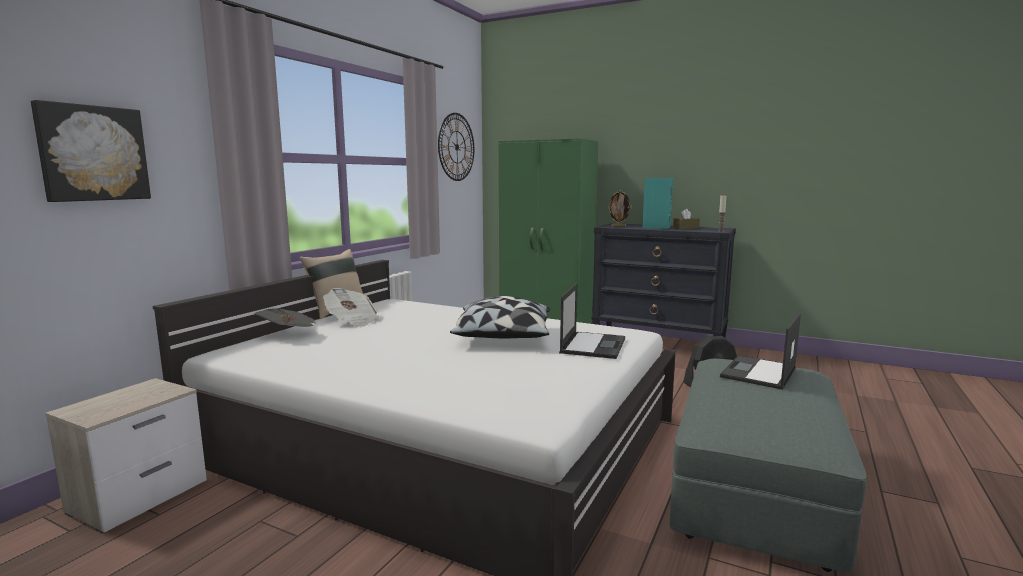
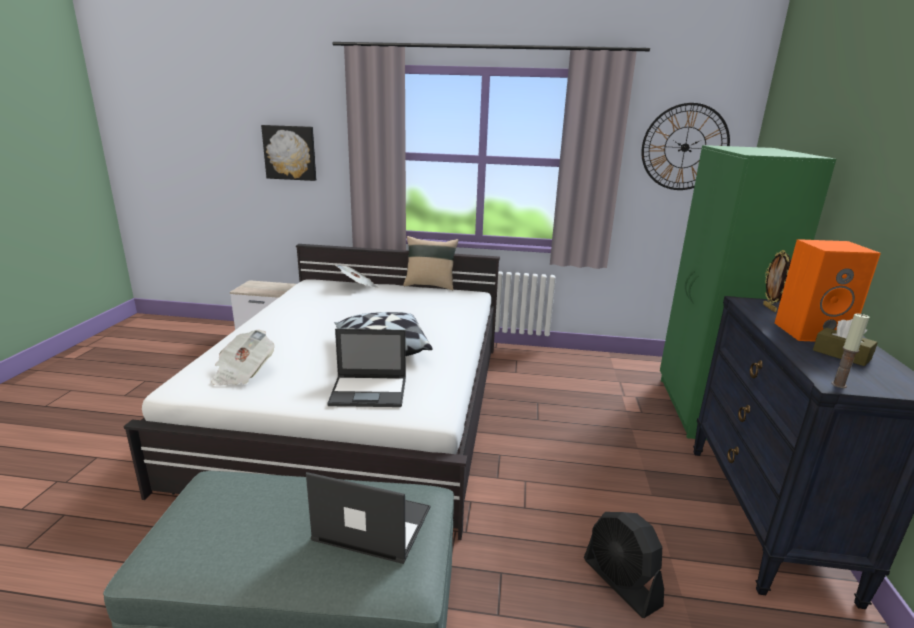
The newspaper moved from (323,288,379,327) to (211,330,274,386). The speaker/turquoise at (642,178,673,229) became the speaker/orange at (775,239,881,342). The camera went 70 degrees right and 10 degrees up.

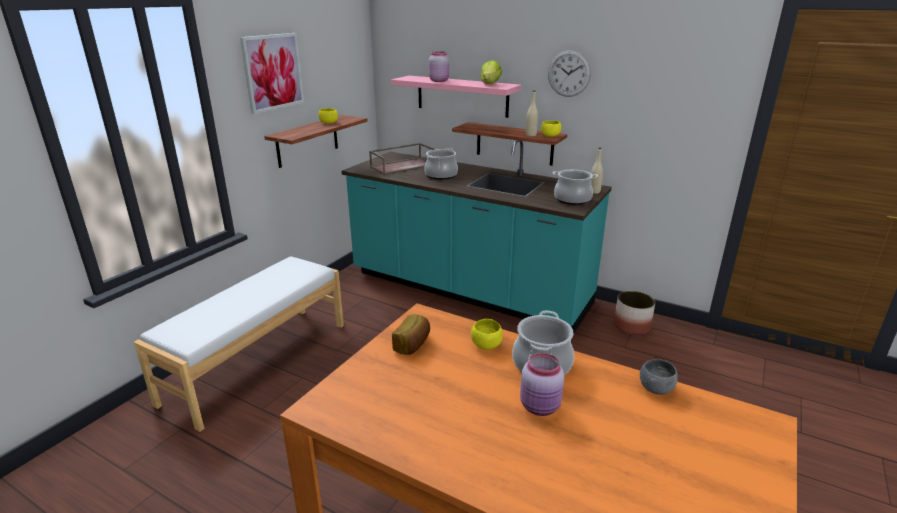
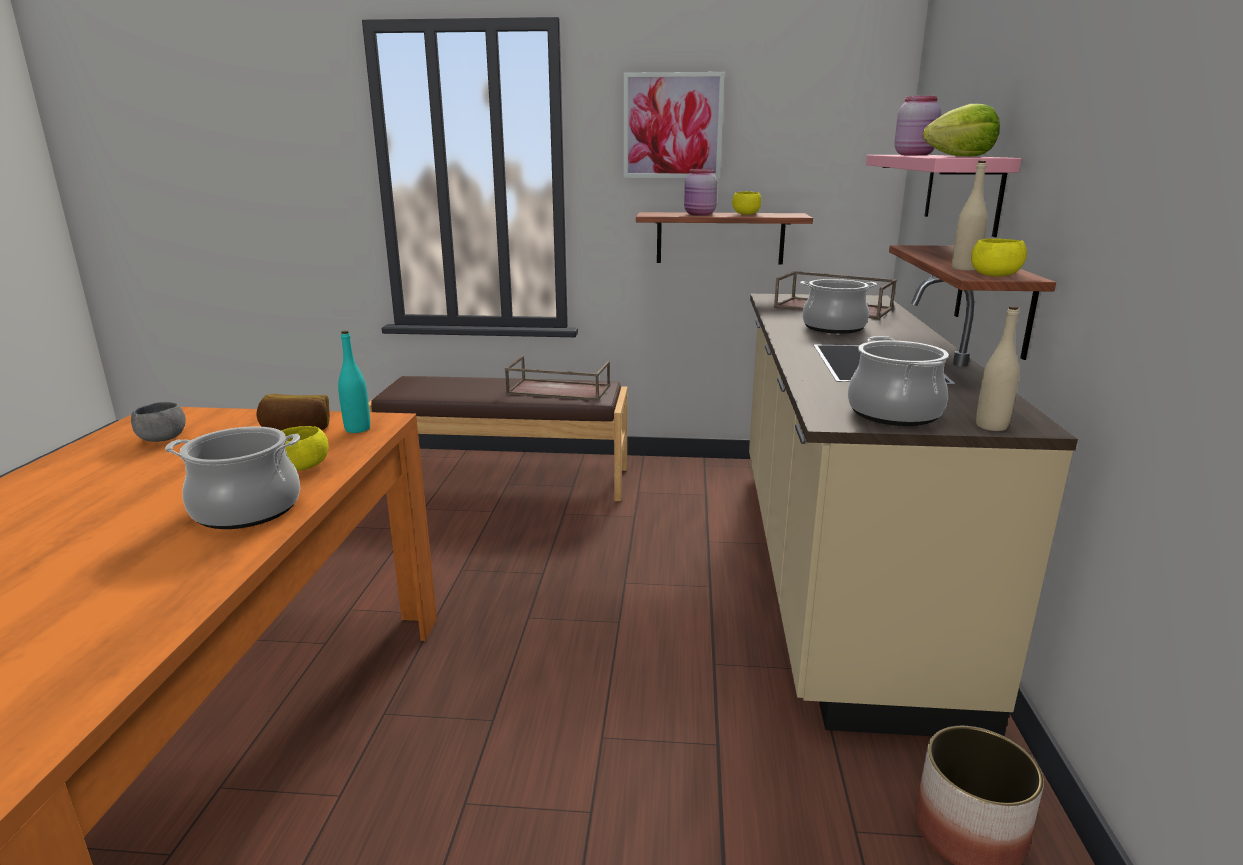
The bowl/grey moved from (640,359,678,395) to (131,402,186,442). The bottle/turquoise at (338,331,370,433) appeared. The bench/white at (134,256,344,432) became the bench/brown at (368,376,627,501). The tray/brown at (505,356,610,401) appeared. The jar/pink moved from (520,353,564,416) to (684,169,717,216). The counter/turquoise at (341,140,612,334) became the counter/beige at (749,276,1078,736). The wall clock at (548,50,591,97) disappeared. The camera went 65 degrees right and 5 degrees down.

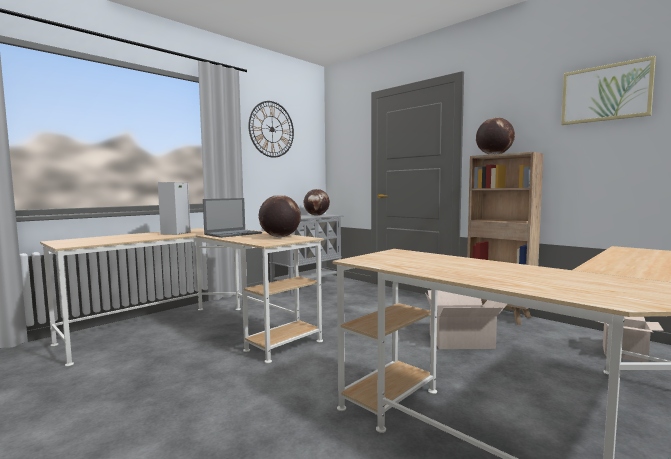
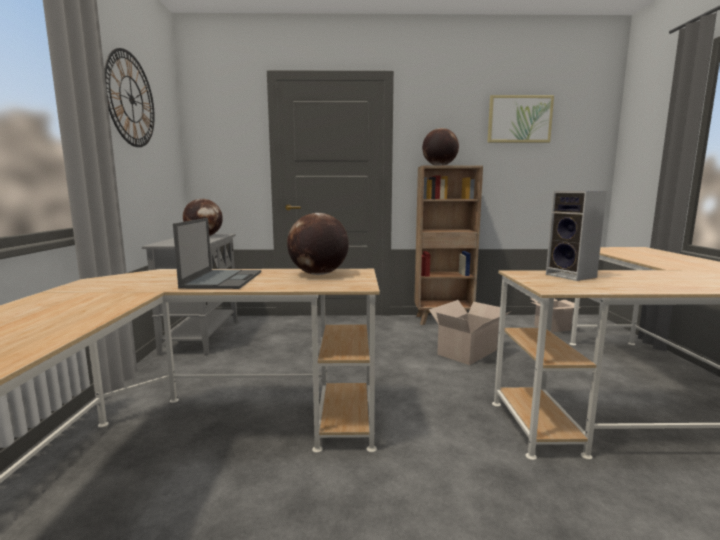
The speaker moved from (158,182,191,235) to (546,191,607,281). The camera went 45 degrees left and 5 degrees up.

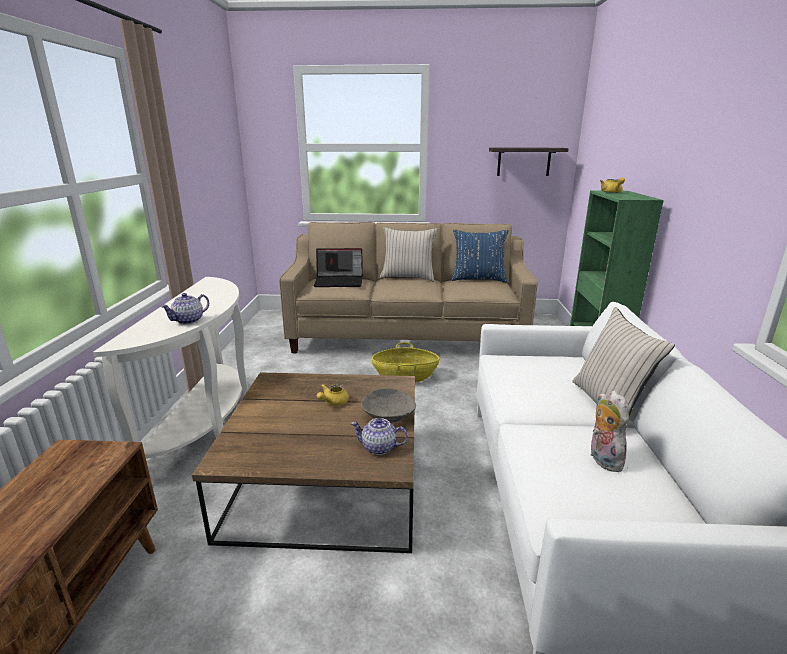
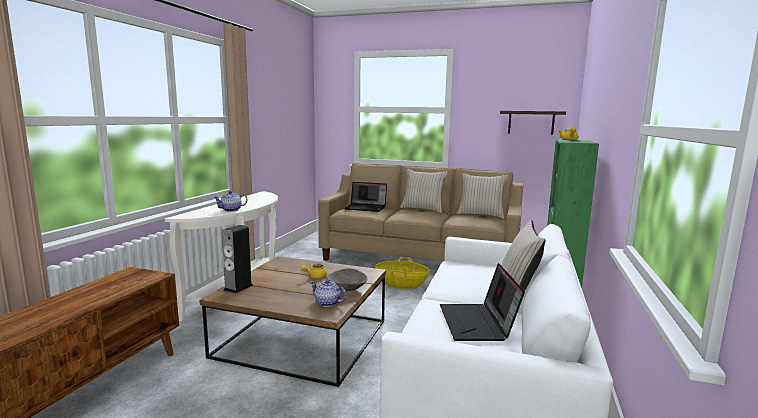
The speaker at (222,225,253,294) appeared. The plush toy at (591,390,629,472) was replaced by the laptop at (440,263,525,341). The pillow/blue at (451,230,509,283) became the pillow/beige at (457,173,508,219). The camera went 15 degrees right and 10 degrees down.

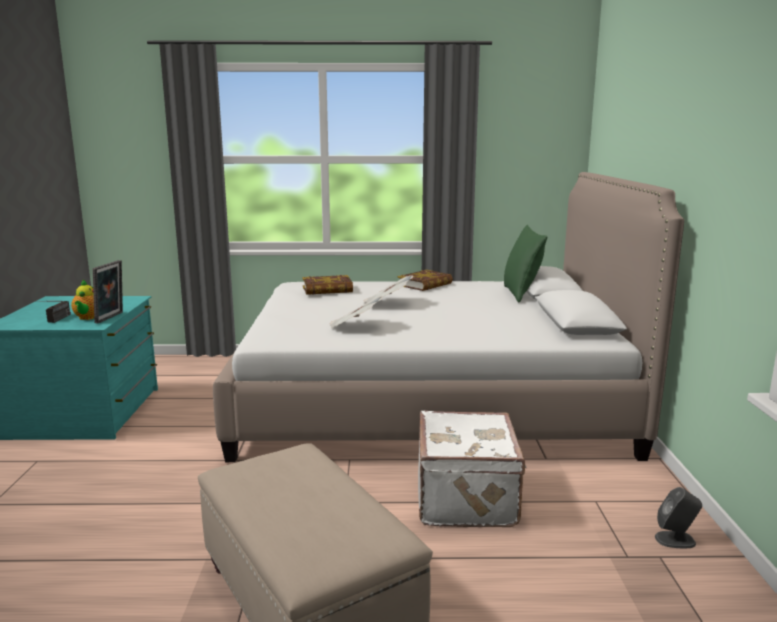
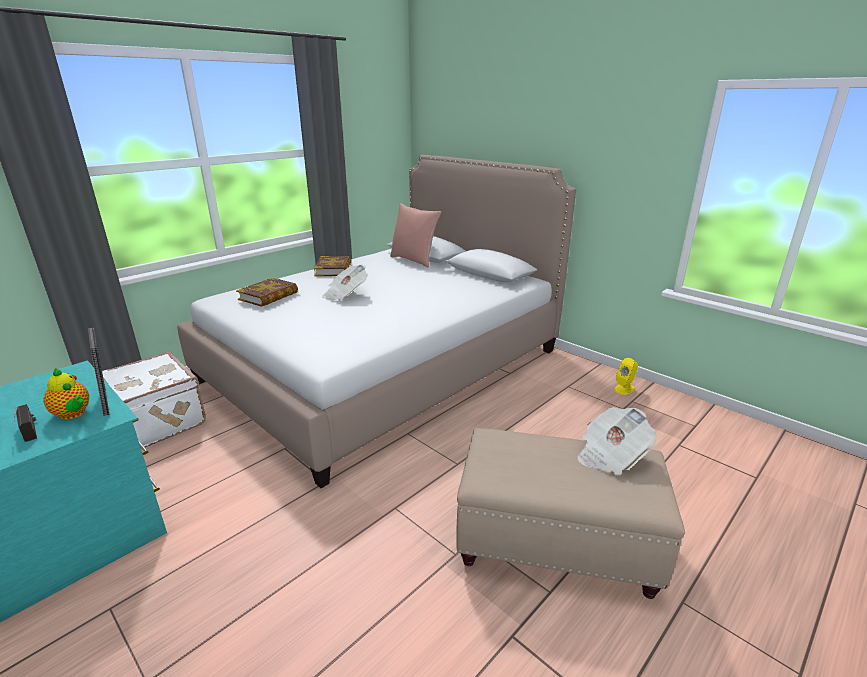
The suitcase/white moved from (418,411,526,527) to (102,352,206,449). The pillow/green at (504,225,547,302) became the pillow/pink at (390,203,441,267). The newspaper moved from (330,296,383,328) to (577,407,657,476). The speaker/grey at (655,487,702,548) became the speaker/yellow at (614,358,638,395). The camera went 45 degrees left and 10 degrees up.

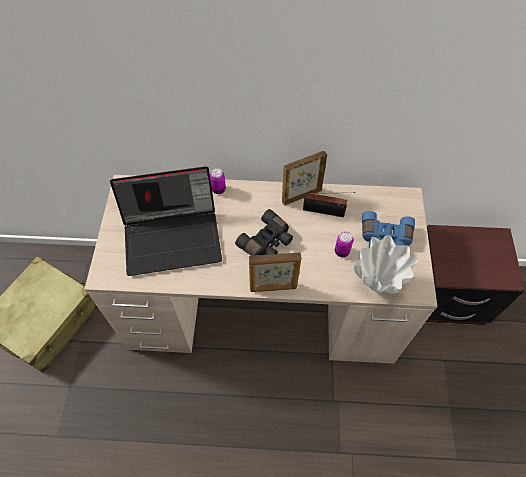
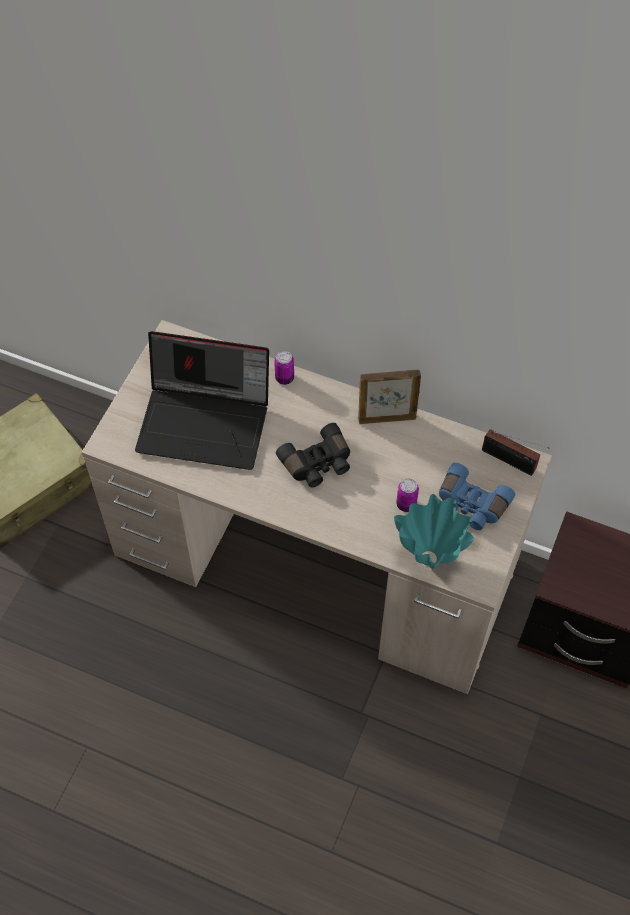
The vase/white at (353,235,418,294) became the vase/turquoise at (394,494,474,569). The radio moved from (303,192,355,217) to (482,429,549,476). The picture frame at (249,252,302,292) disappeared. The camera went 20 degrees right and 0 degrees up.

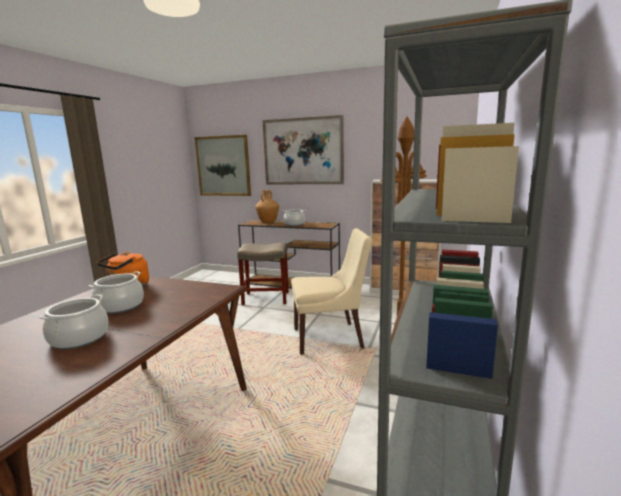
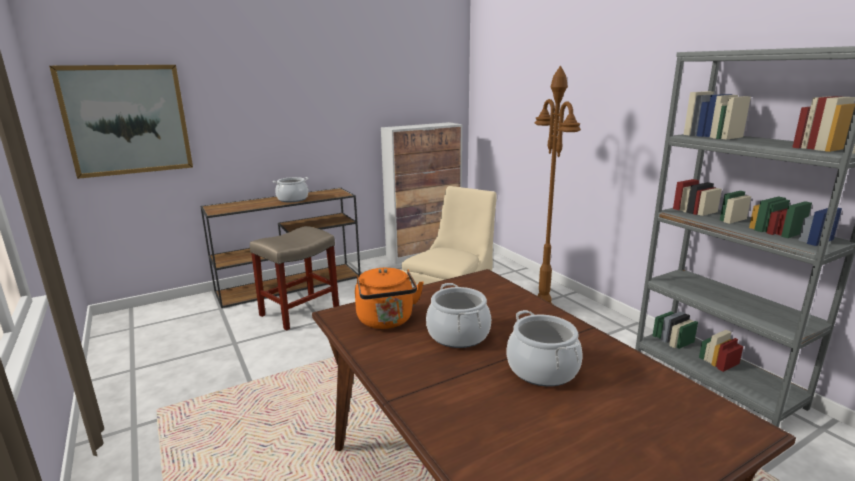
The vase/brown at (255,190,279,223) disappeared. The picture at (263,115,344,184) disappeared. The camera went 50 degrees left and 5 degrees up.

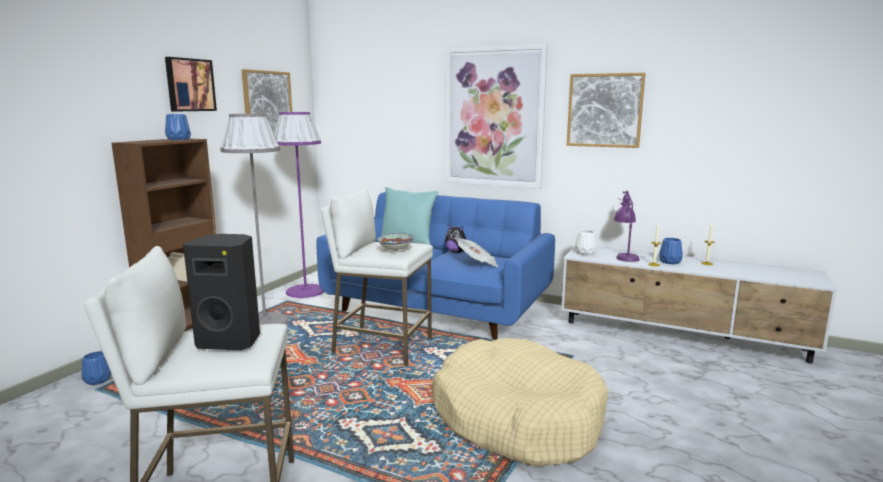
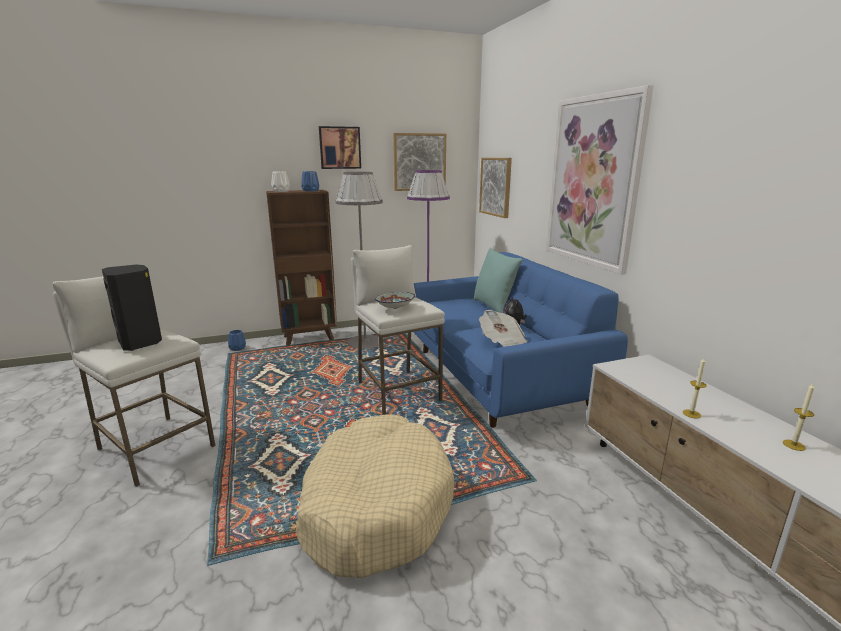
The vase/white moved from (575,230,596,255) to (271,171,290,192). The picture moved from (567,73,646,148) to (479,158,512,218). The table lamp/purple at (614,191,640,262) disappeared. The vase/blue at (659,238,683,264) disappeared. The camera went 45 degrees right and 5 degrees up.

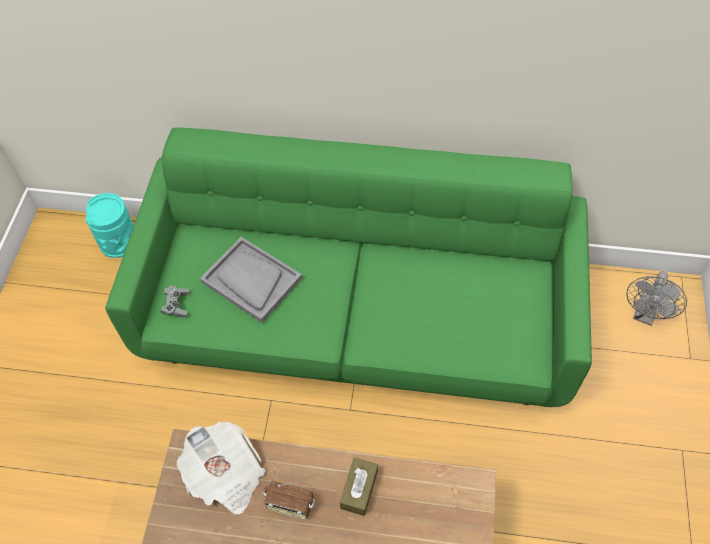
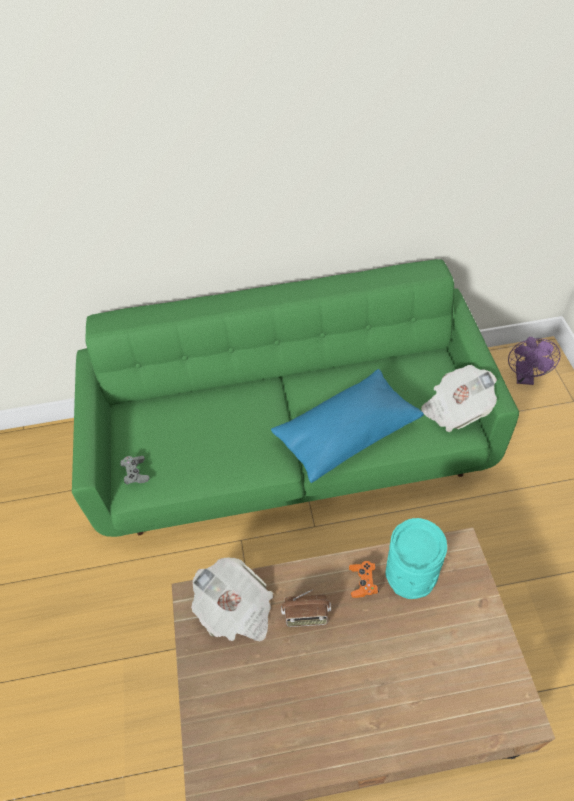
The pillow/blue at (271,369,424,483) appeared. The tissue box/brown at (340,458,378,516) was replaced by the game controller/orange at (349,561,379,598). The vase/turquoise moved from (85,193,134,258) to (386,518,447,599). The newspaper at (421,365,497,432) appeared. The fan/grey at (626,271,687,326) became the fan/purple at (508,337,560,385). The tray/grey at (200,237,302,323) disappeared. The camera went 15 degrees left and 5 degrees down.

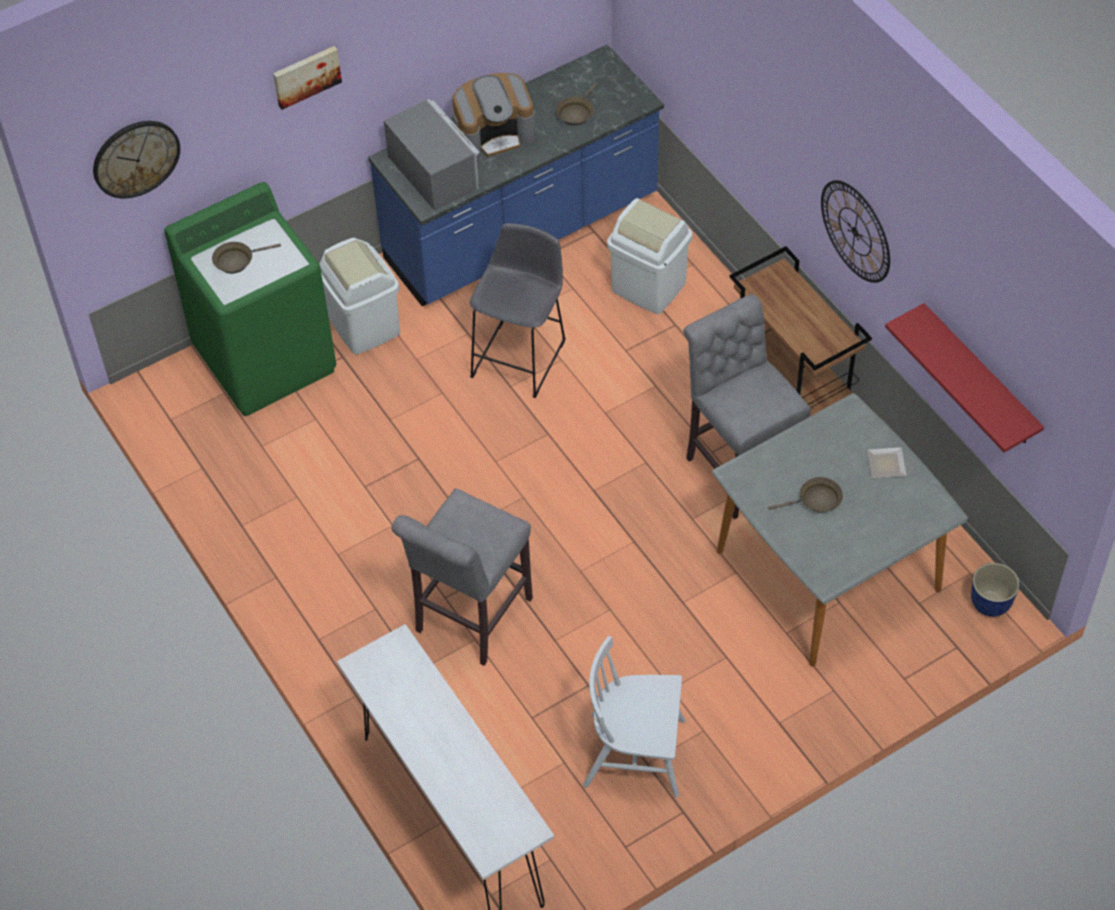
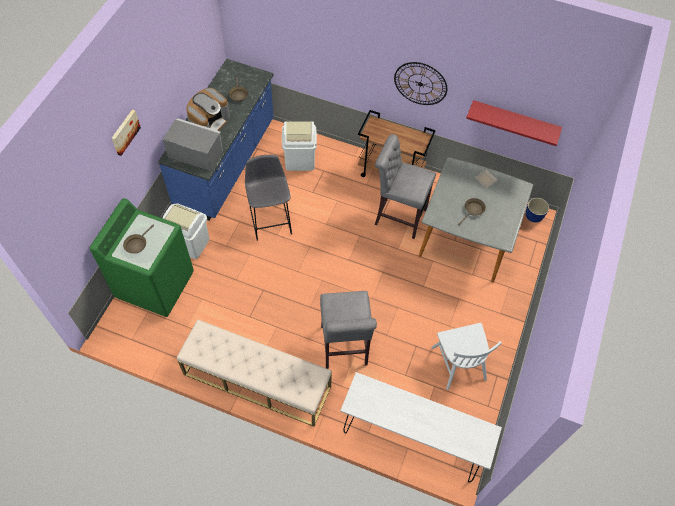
The bench/beige at (177,320,332,427) appeared. The chair/white at (583,636,686,797) turned 75 degrees counterclockwise. The wall clock at (93,121,180,198) disappeared. The camera went 40 degrees left and 5 degrees up.

